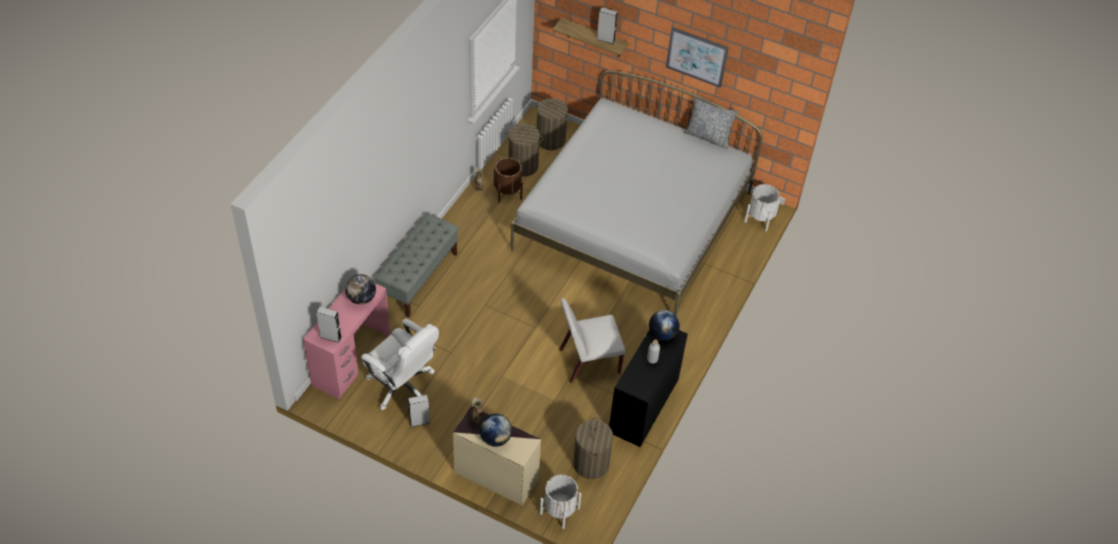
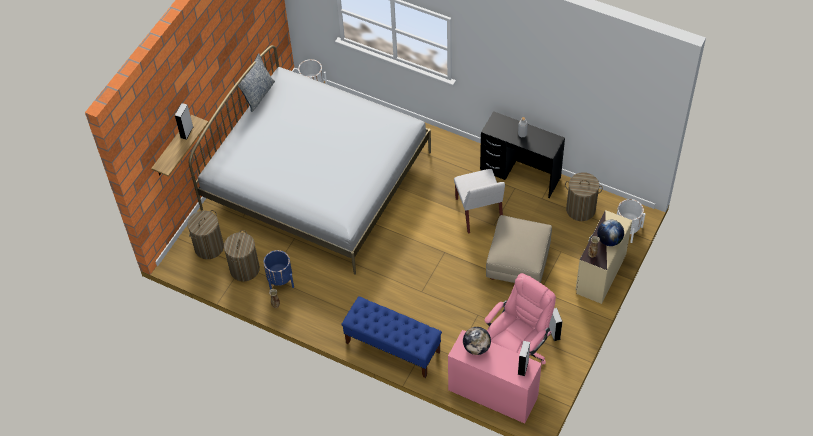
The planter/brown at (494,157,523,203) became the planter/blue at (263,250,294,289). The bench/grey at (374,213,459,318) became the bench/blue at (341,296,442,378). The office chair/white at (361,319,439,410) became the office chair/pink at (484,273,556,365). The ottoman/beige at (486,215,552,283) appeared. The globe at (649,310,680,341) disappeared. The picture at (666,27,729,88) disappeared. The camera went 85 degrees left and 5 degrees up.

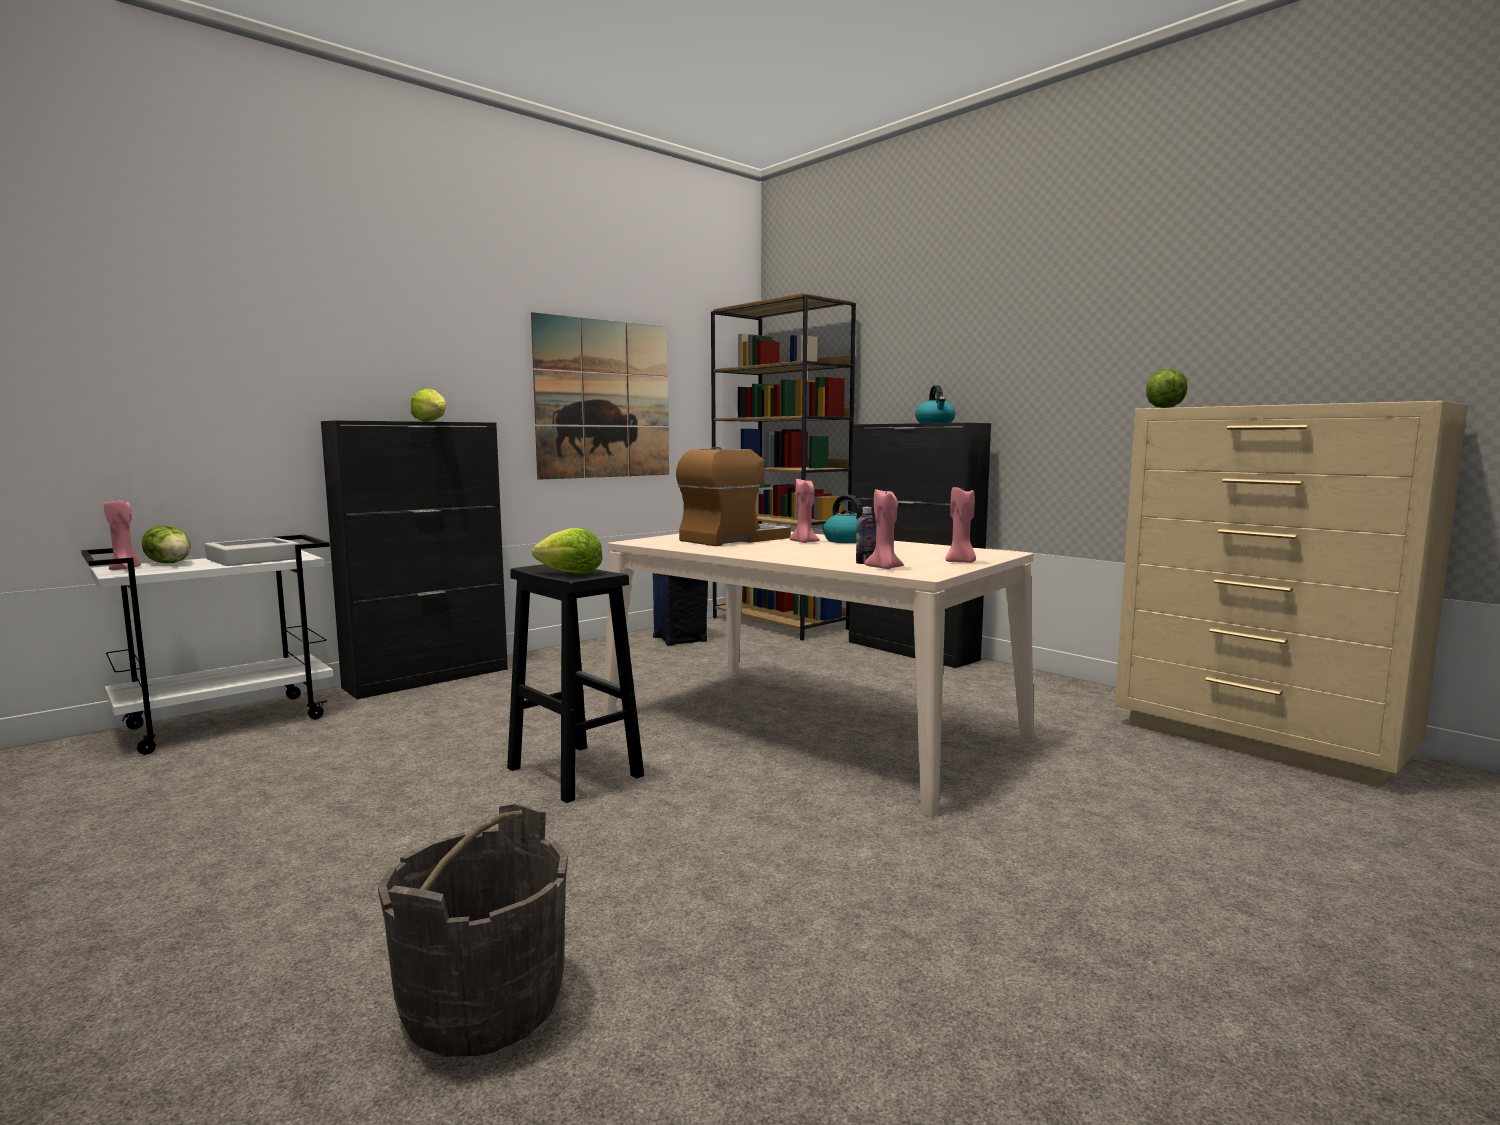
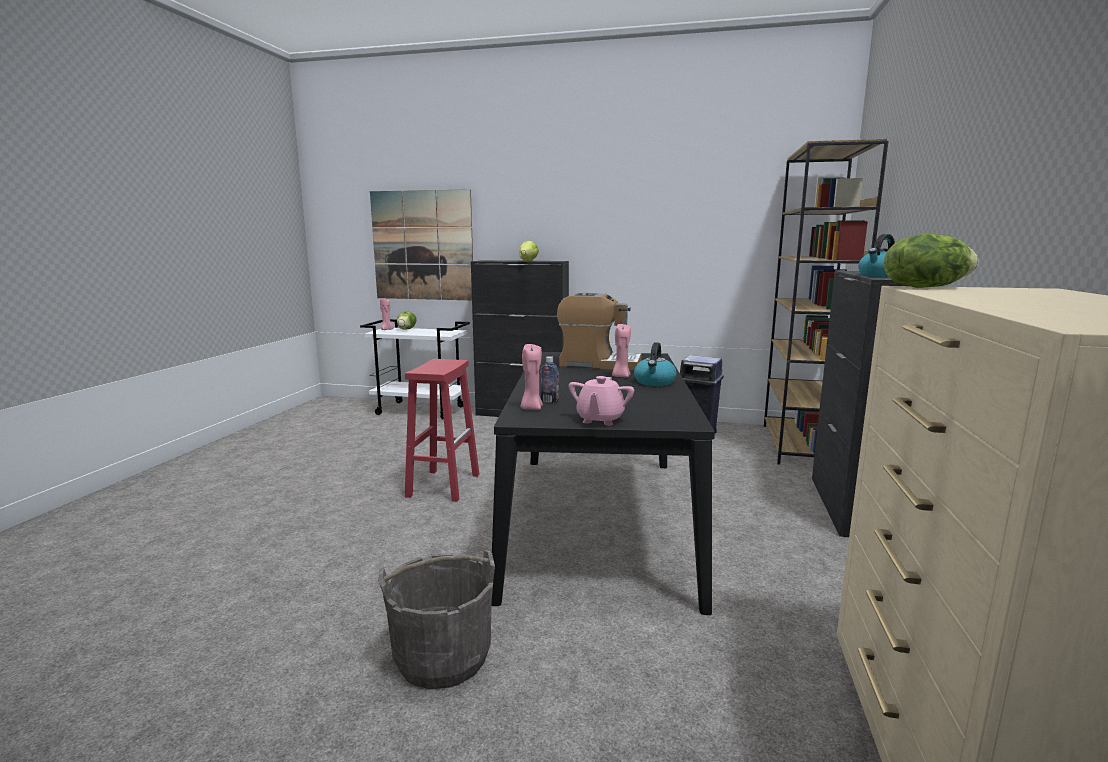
The picture moved from (531,312,669,480) to (370,189,473,300). The bucket/grey moved from (378,803,568,1057) to (378,551,495,689). The stool/black at (507,564,644,803) became the stool/red at (405,359,479,502). The dining table/beige at (602,532,1034,817) became the dining table/black at (492,352,715,615). The candle/pink at (945,487,976,563) was replaced by the teapot/pink at (569,376,634,426). The tray/grey at (205,537,299,566) disappeared. The lettuce at (532,528,603,574) disappeared. The camera went 55 degrees right and 5 degrees up.

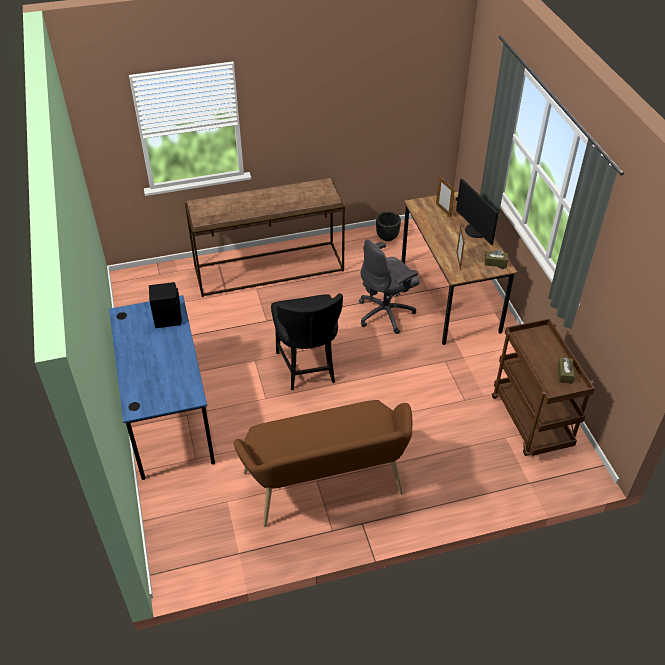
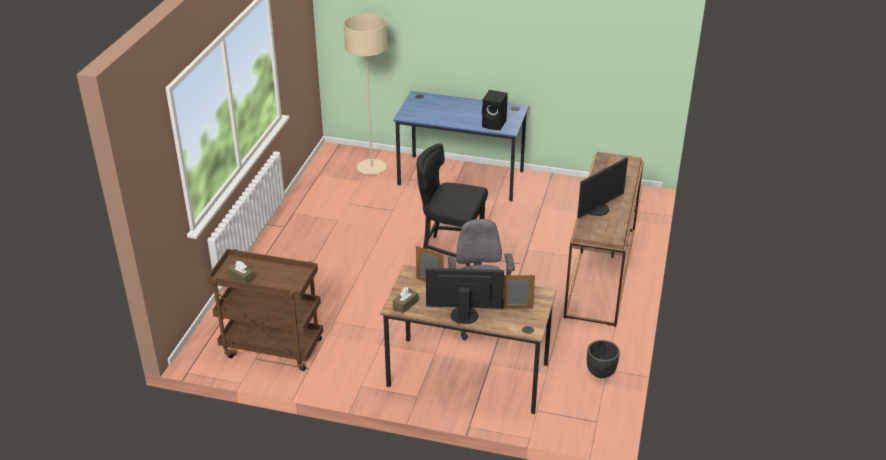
The floor lamp/beige at (344,14,387,175) appeared. The monitor at (577,157,628,218) appeared. The bench/brown at (234,400,412,527) disappeared. The camera went 120 degrees right and 10 degrees down.

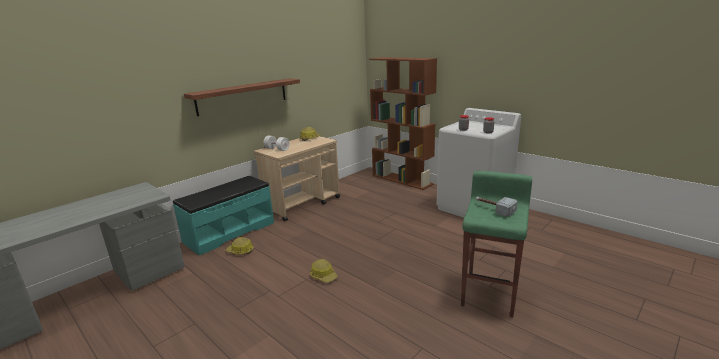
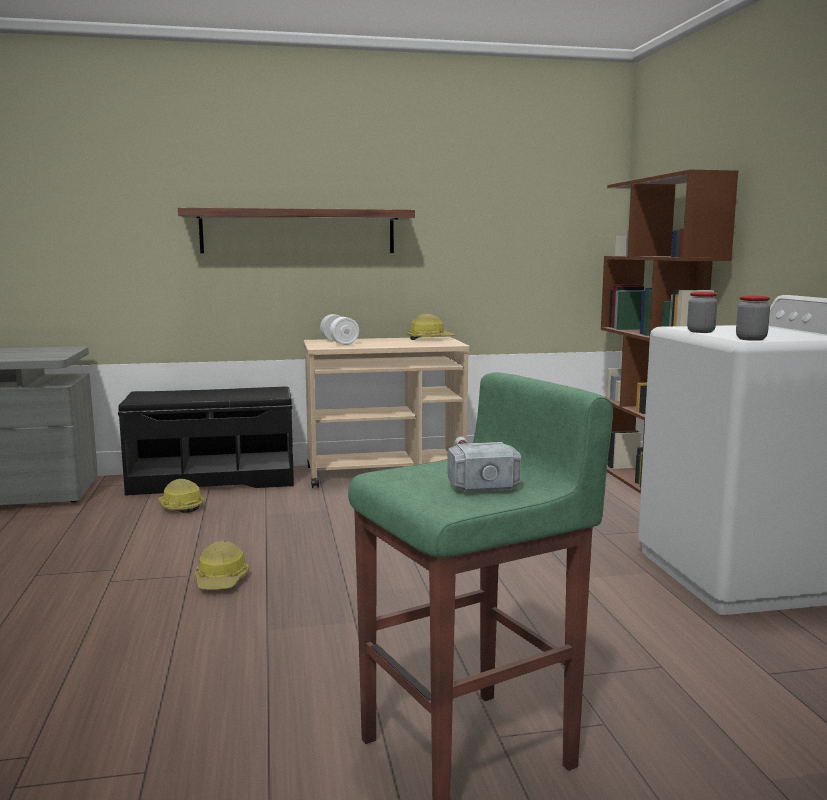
The bench/turquoise at (173,176,274,256) became the bench/black at (118,386,294,496). The camera went 35 degrees right and 10 degrees down.

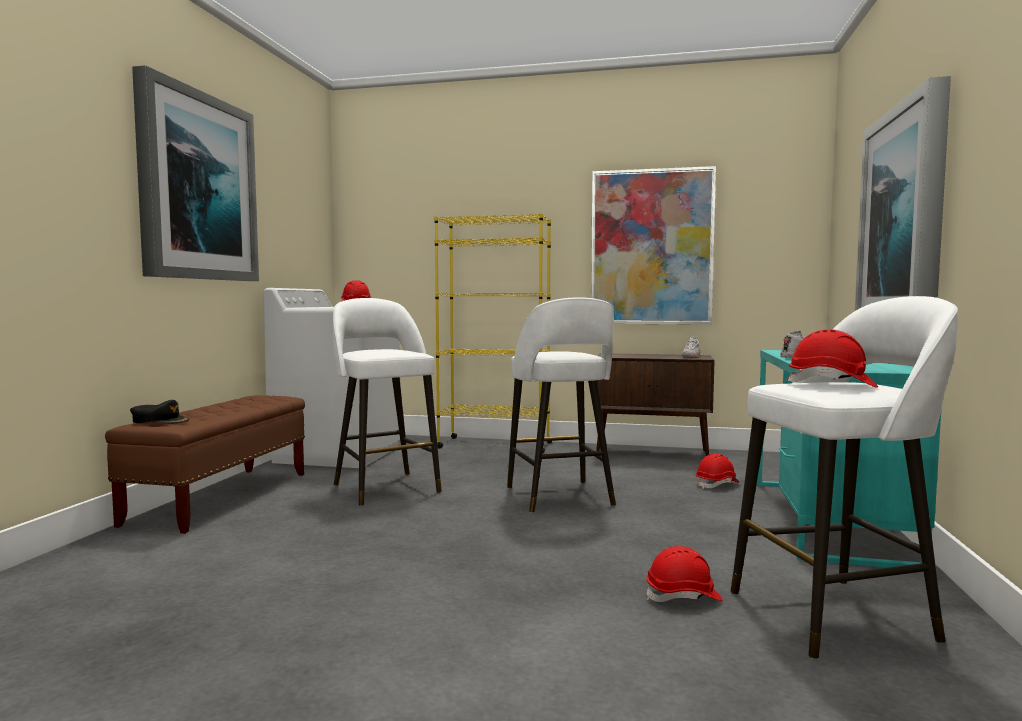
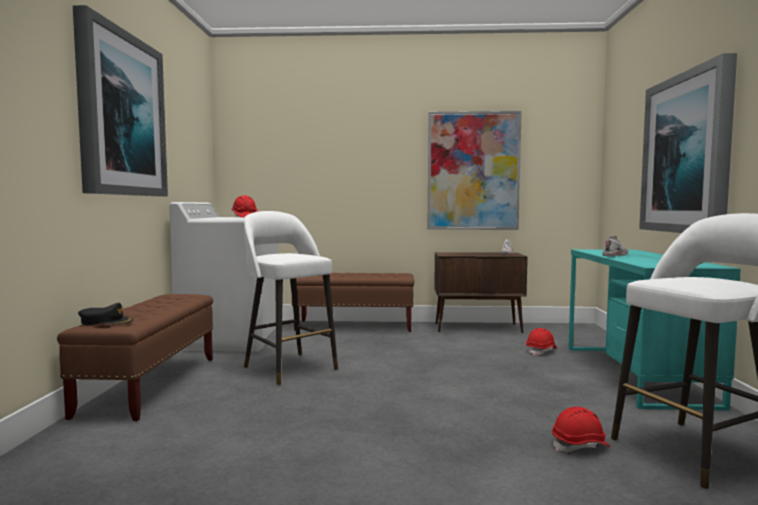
The bookcase/yellow at (434,213,552,454) was replaced by the bench/brown at (291,273,414,332). The stool/white at (507,297,616,513) disappeared. The hard hat/red at (787,329,878,388) disappeared. The camera went 10 degrees left and 0 degrees up.

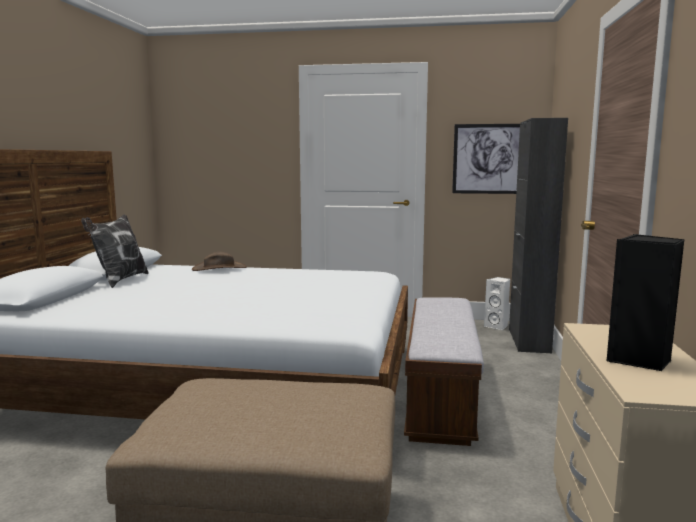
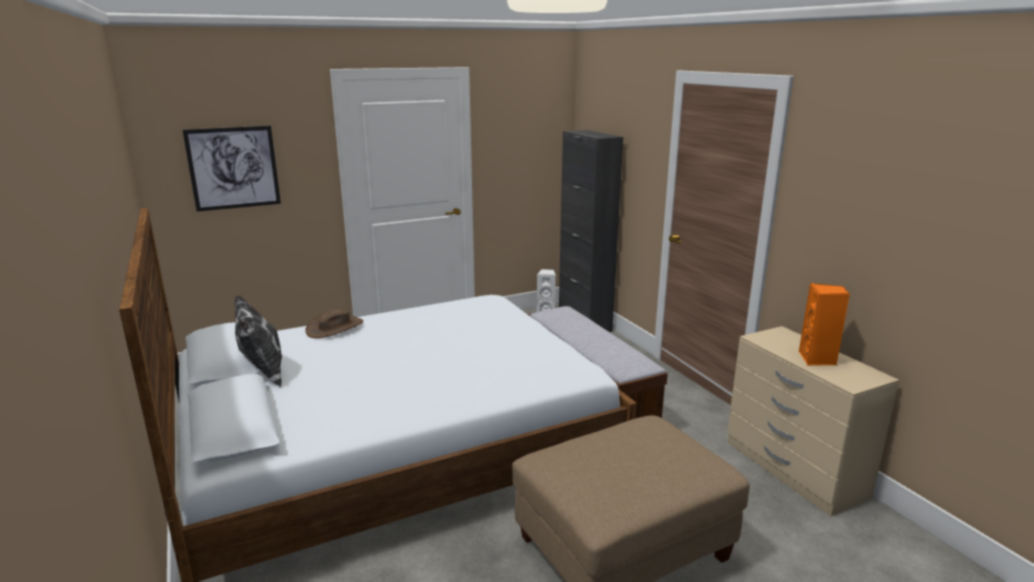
The picture moved from (452,124,520,194) to (183,126,281,212). The speaker/black at (607,234,684,371) became the speaker/orange at (799,283,850,366). The camera went 35 degrees left and 10 degrees up.

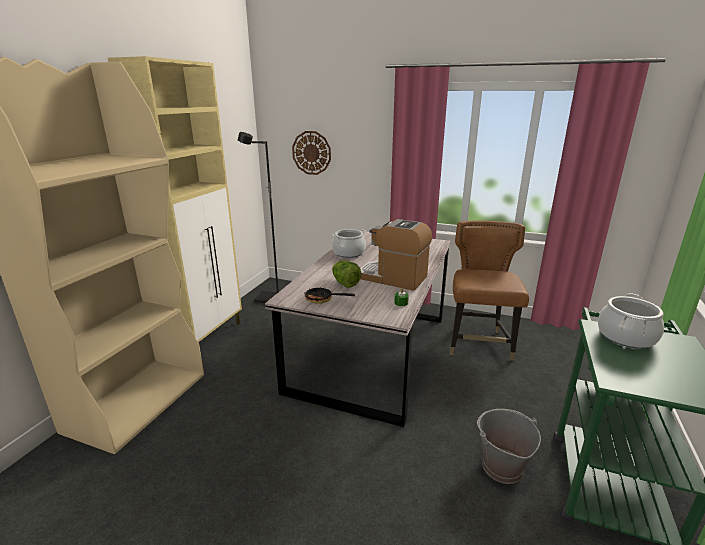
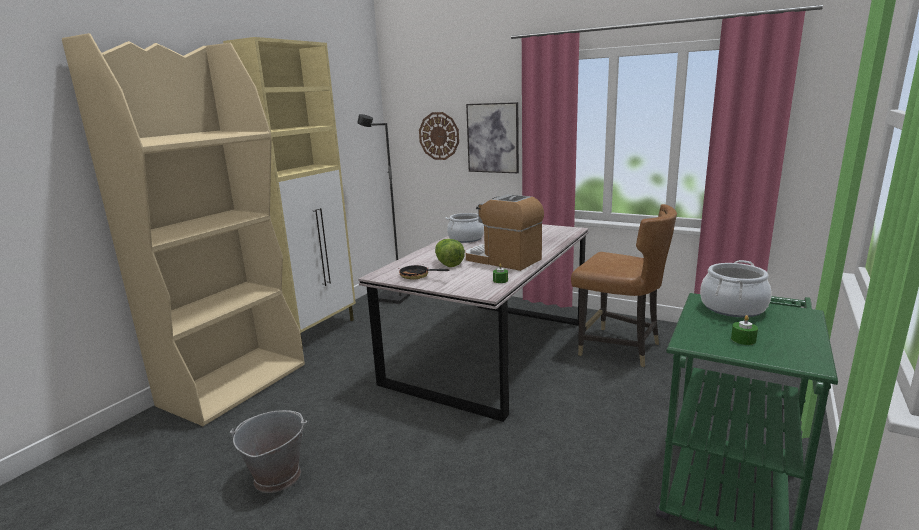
The bucket/grey moved from (477,409,541,484) to (230,410,307,493). The picture at (466,102,519,173) appeared. The chair/brown at (450,221,529,361) turned 105 degrees clockwise. The candle/green at (731,315,758,345) appeared. The camera went 10 degrees right and 5 degrees down.

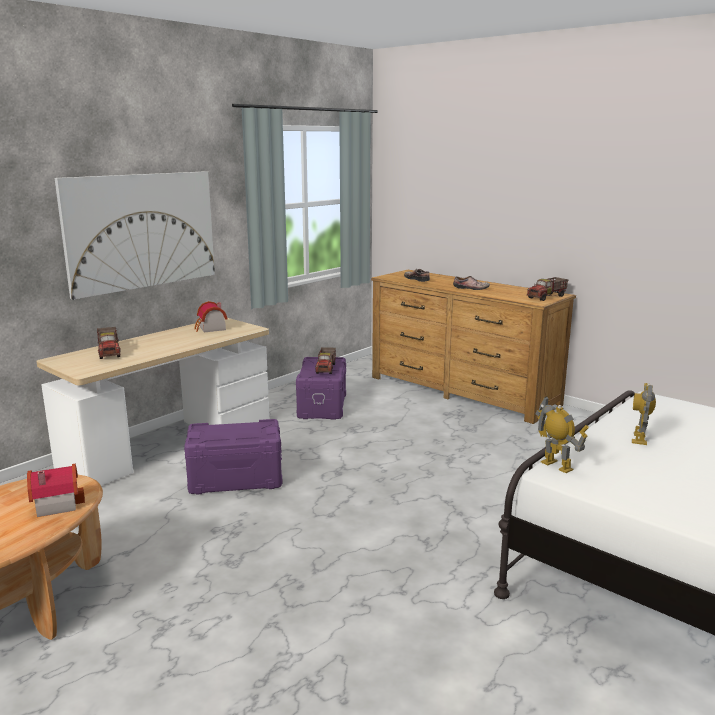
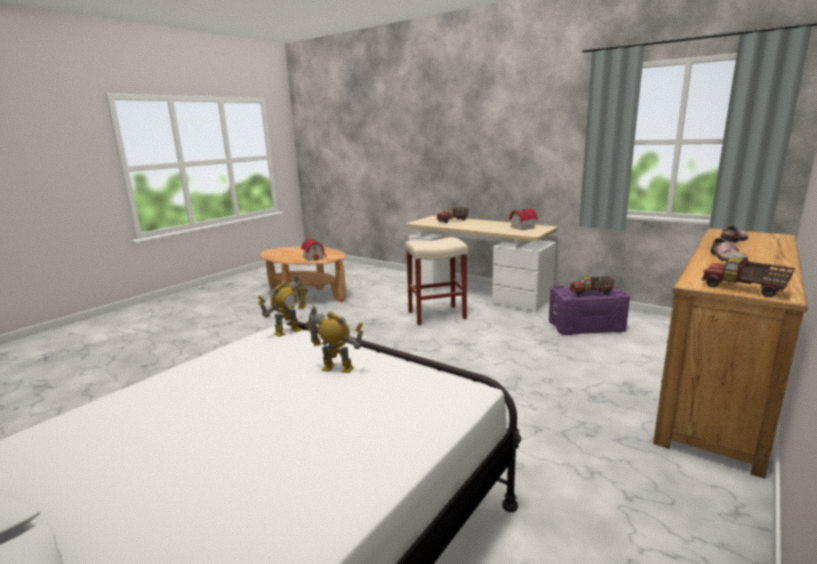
The storage box/purple at (184,419,283,495) was replaced by the stool/beige at (405,237,468,325). The picture at (55,171,215,300) disappeared. The camera went 85 degrees right and 0 degrees up.

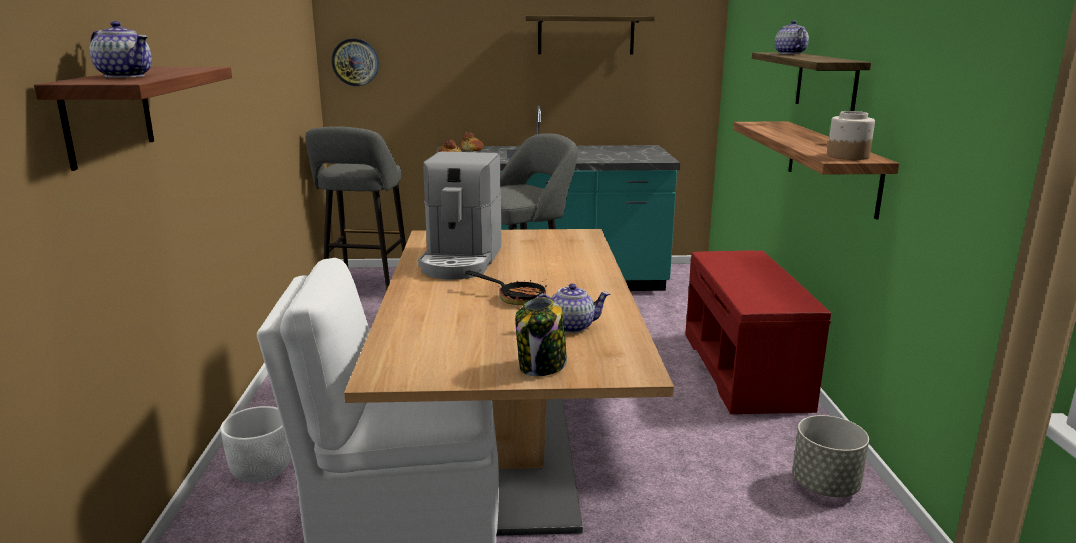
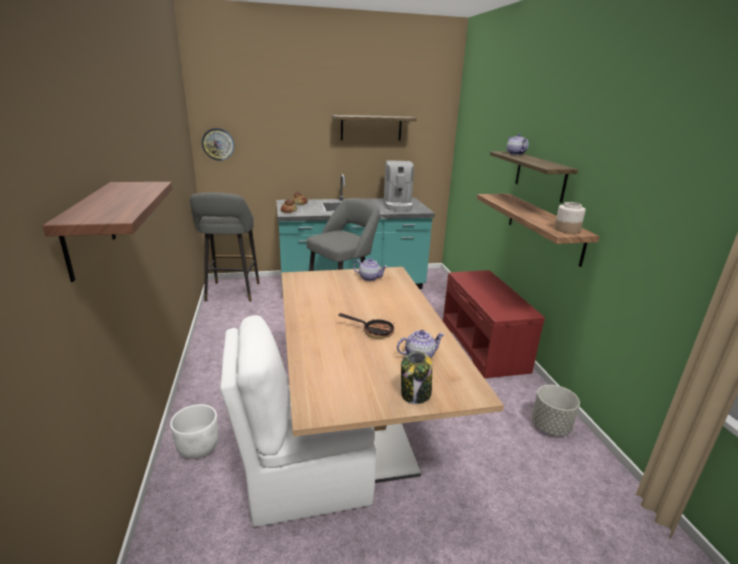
The teapot moved from (90,21,152,78) to (353,258,388,281). The coffee machine moved from (418,151,502,280) to (384,160,414,211). The camera went 10 degrees left and 5 degrees up.

